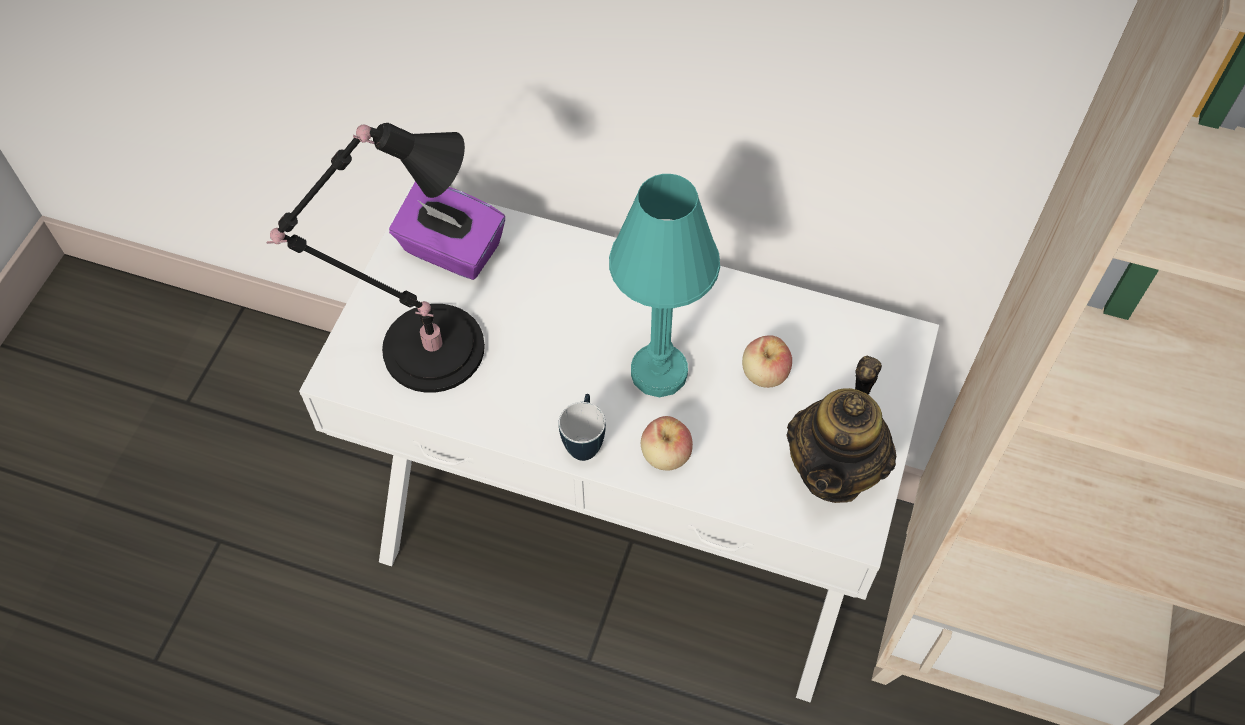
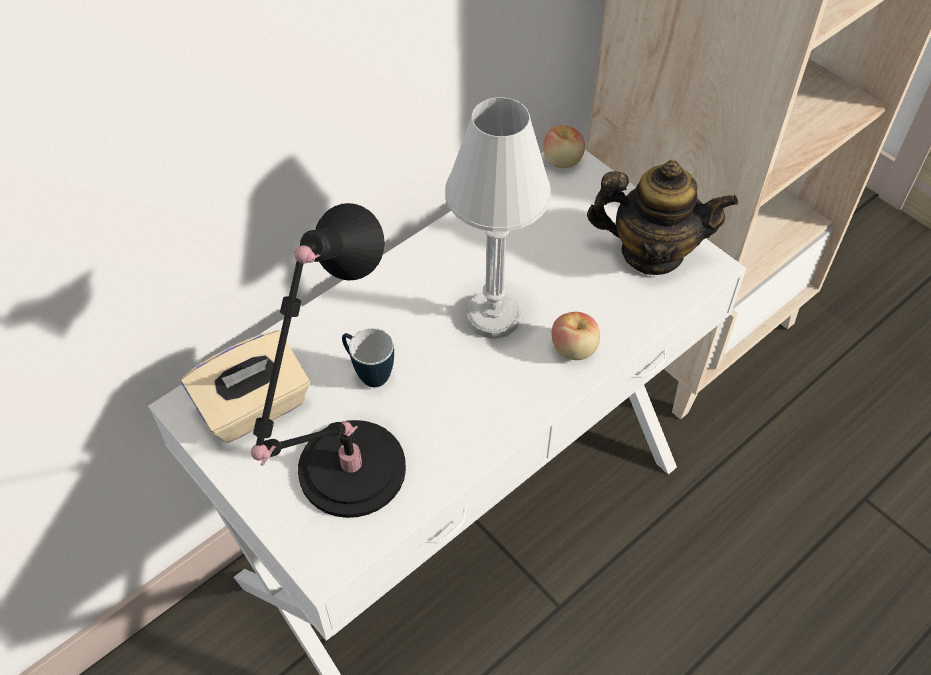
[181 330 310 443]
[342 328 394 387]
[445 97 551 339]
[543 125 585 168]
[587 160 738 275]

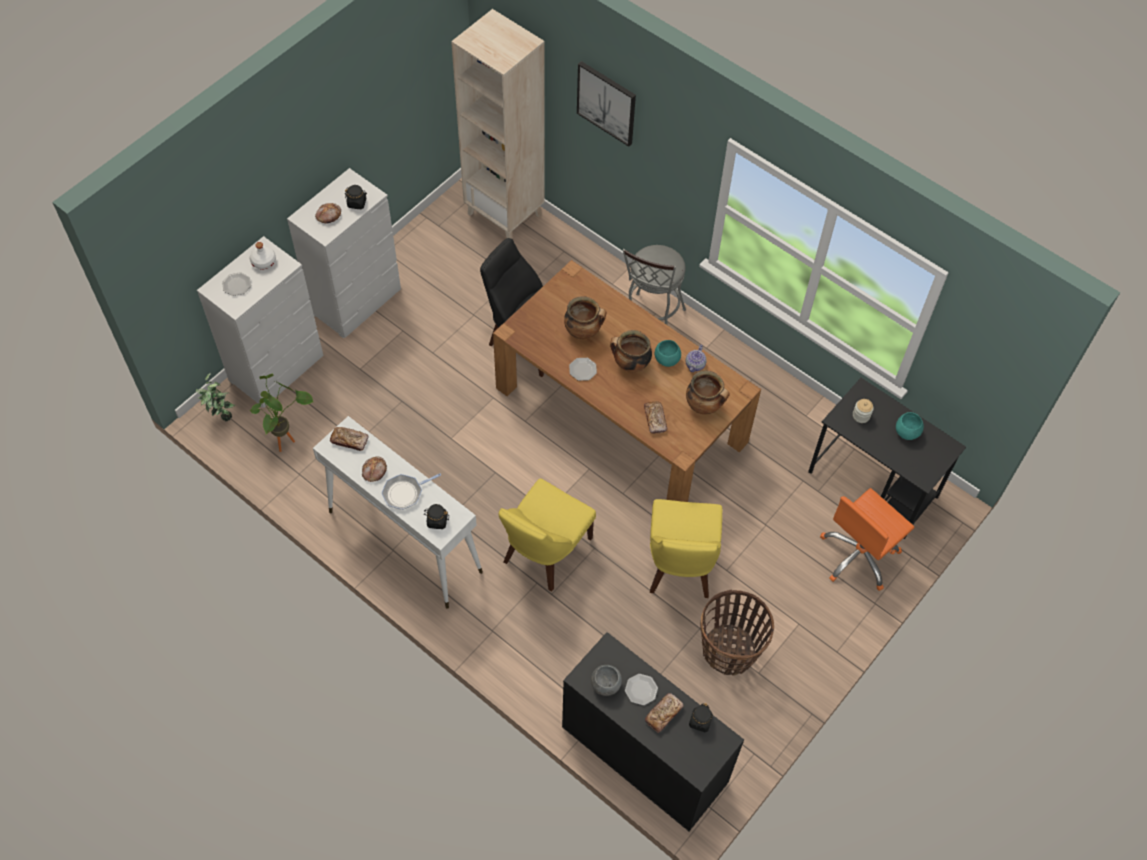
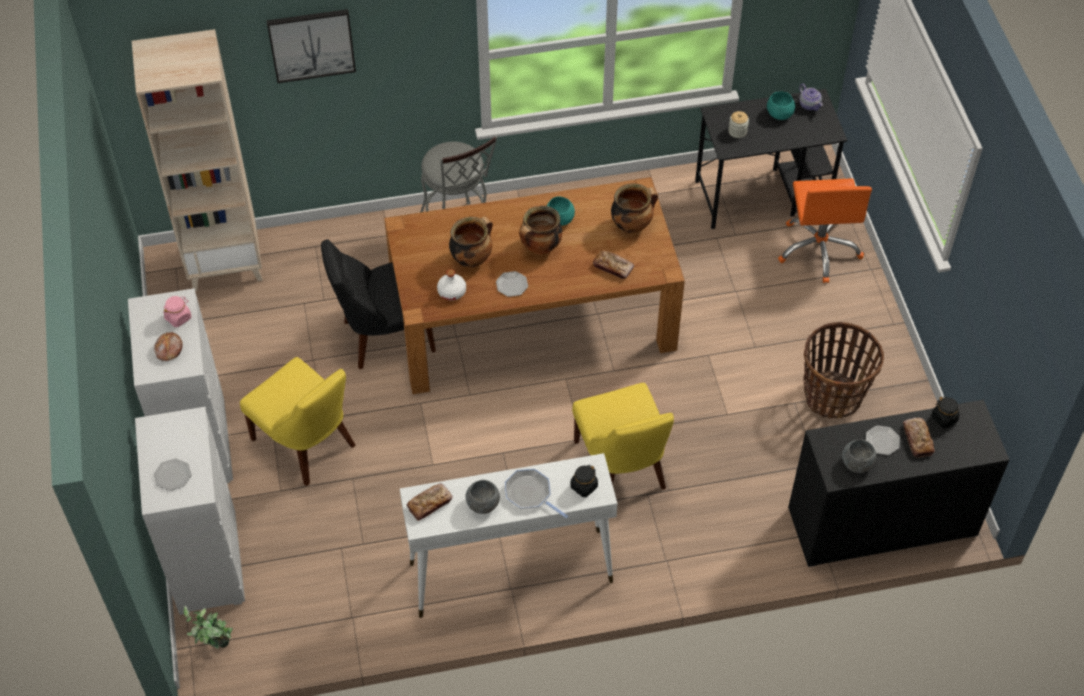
[437 269 466 301]
[250 374 313 452] (first image)
[163 296 191 327]
[465 480 500 514]
[505 469 568 518]
[240 357 356 486]
[799 84 823 111]

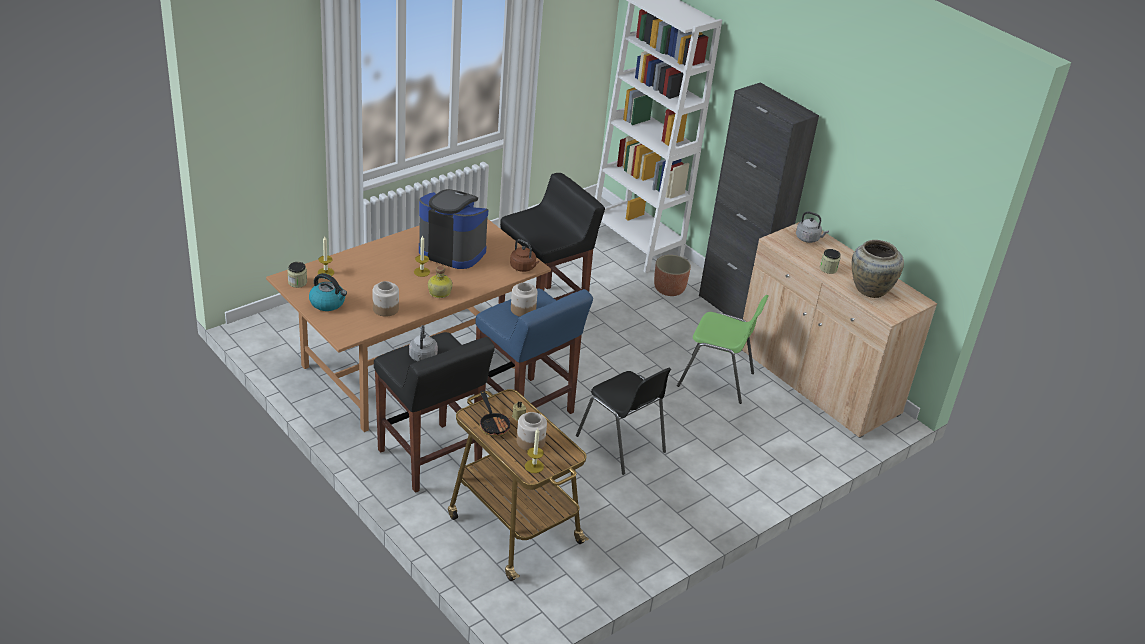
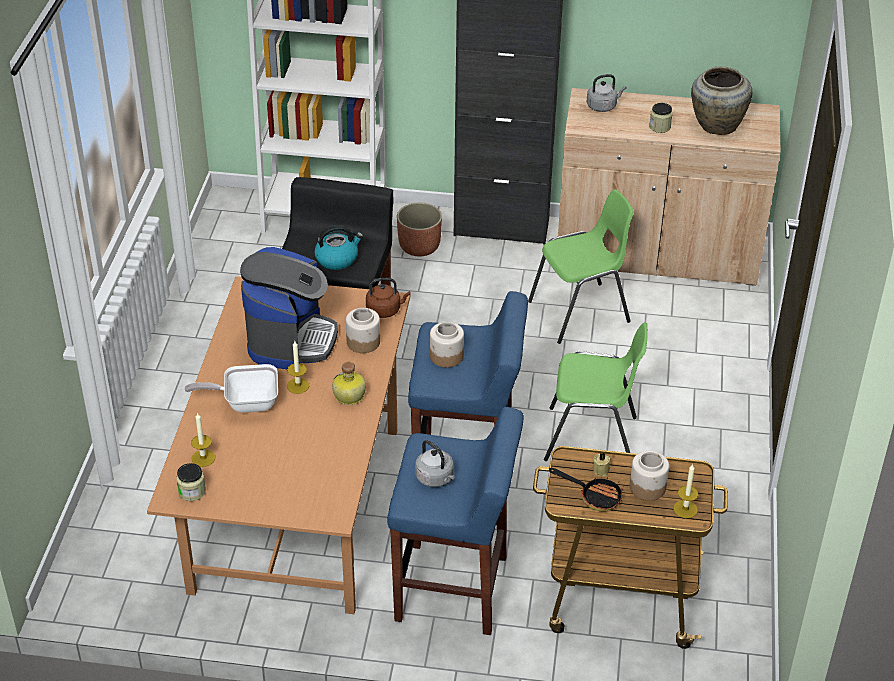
[314 225 363 270]
[346 308 380 353]
[387 407 524 635]
[240 247 338 369]
[544 322 648 461]
[185 364 278 413]

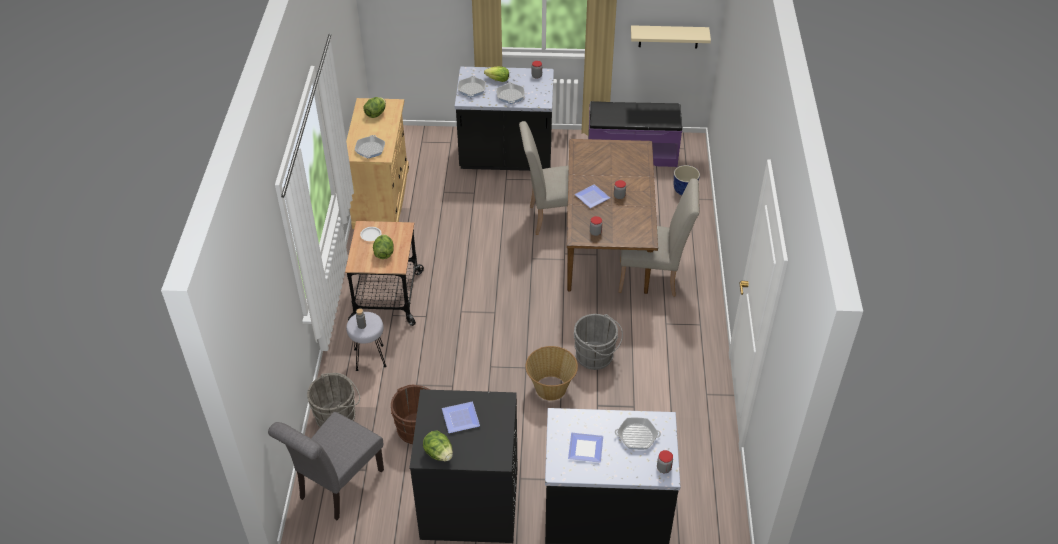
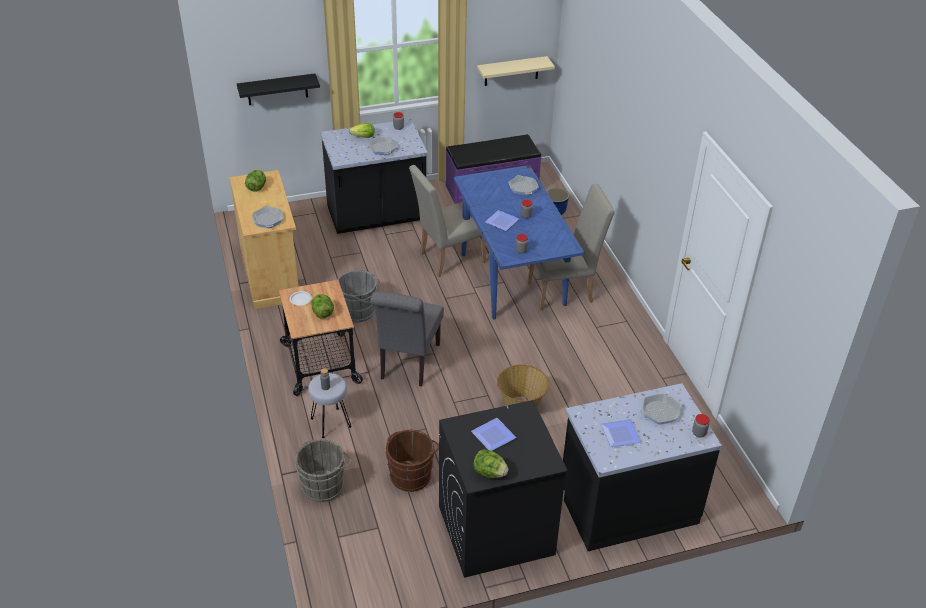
[370 291 444 386]
[508 175 539 196]
[454 165 585 319]
[337 269 381 323]
[237 73 320 105]

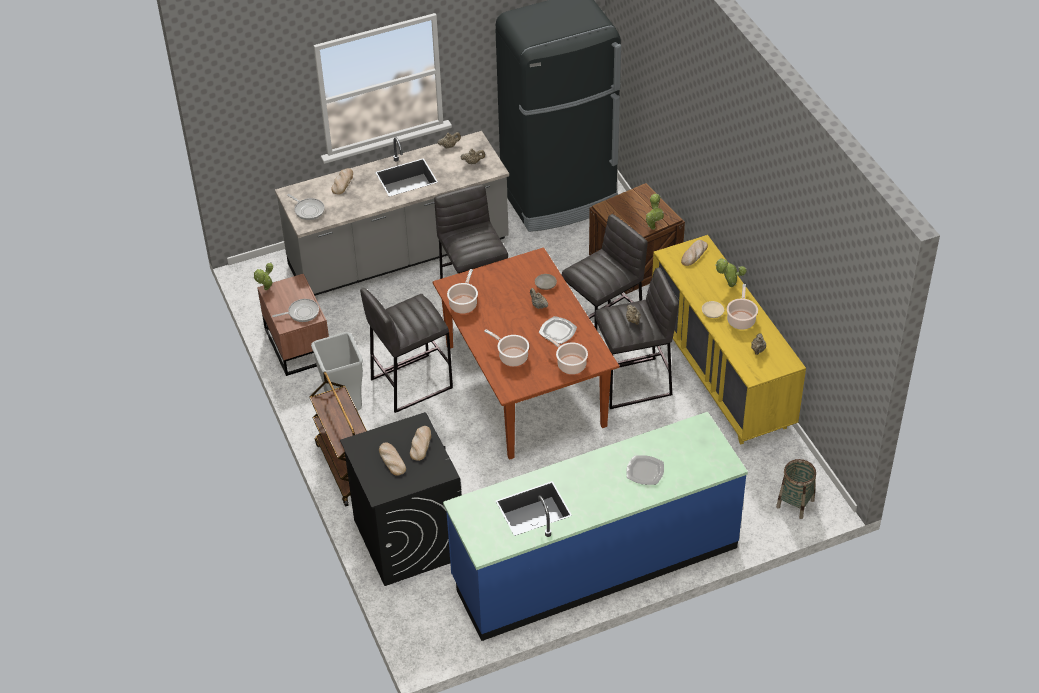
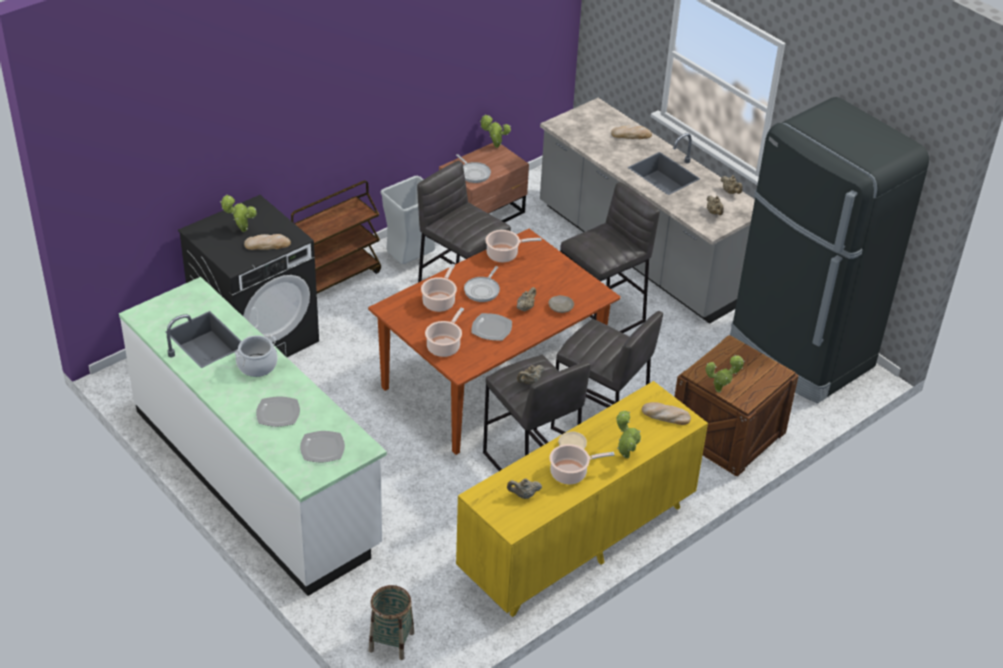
[464 266 500 302]
[220 195 257 232]
[119 277 387 596]
[235 335 278 377]
[300 431 345 463]

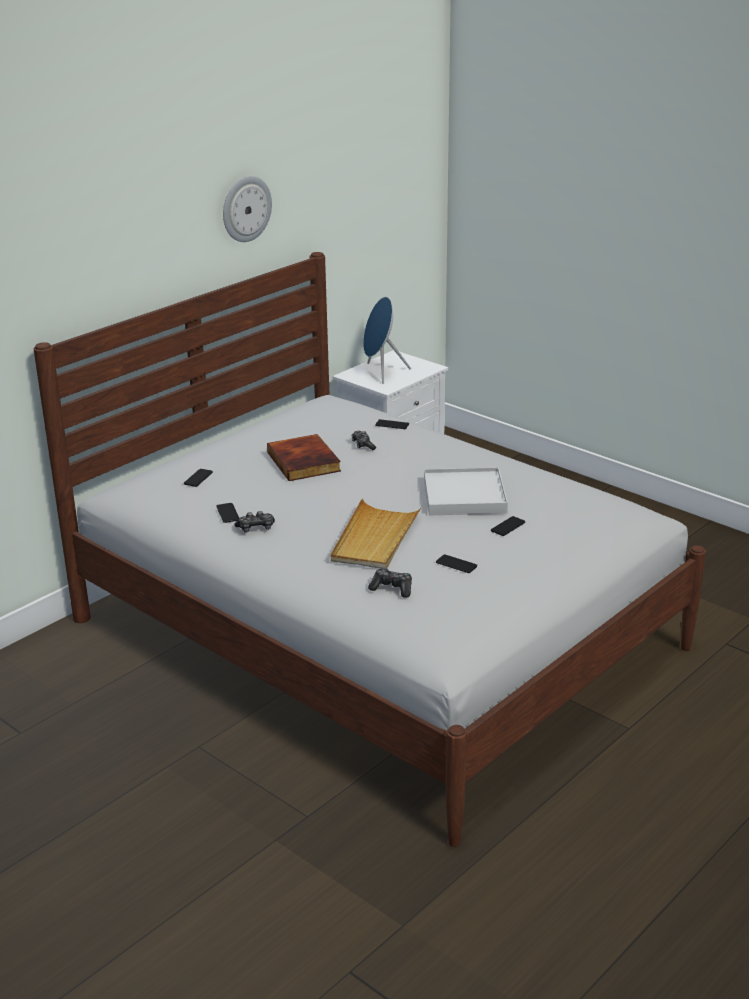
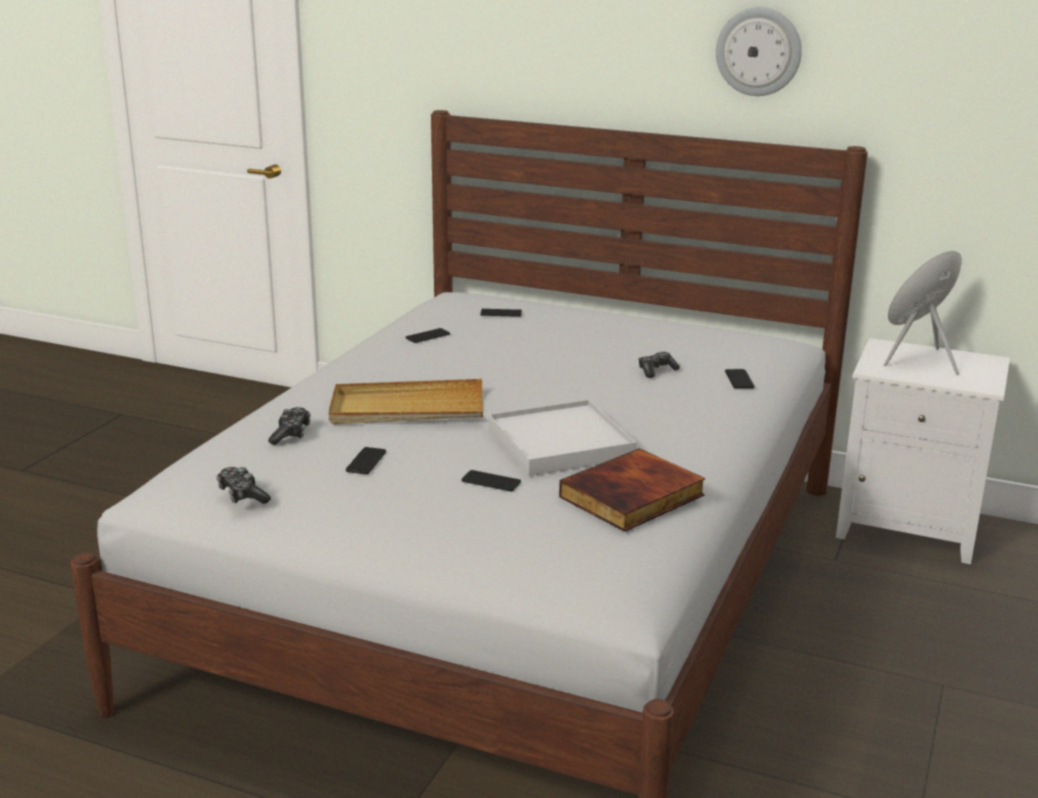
[216 467 271 504]
[559 448 705 532]

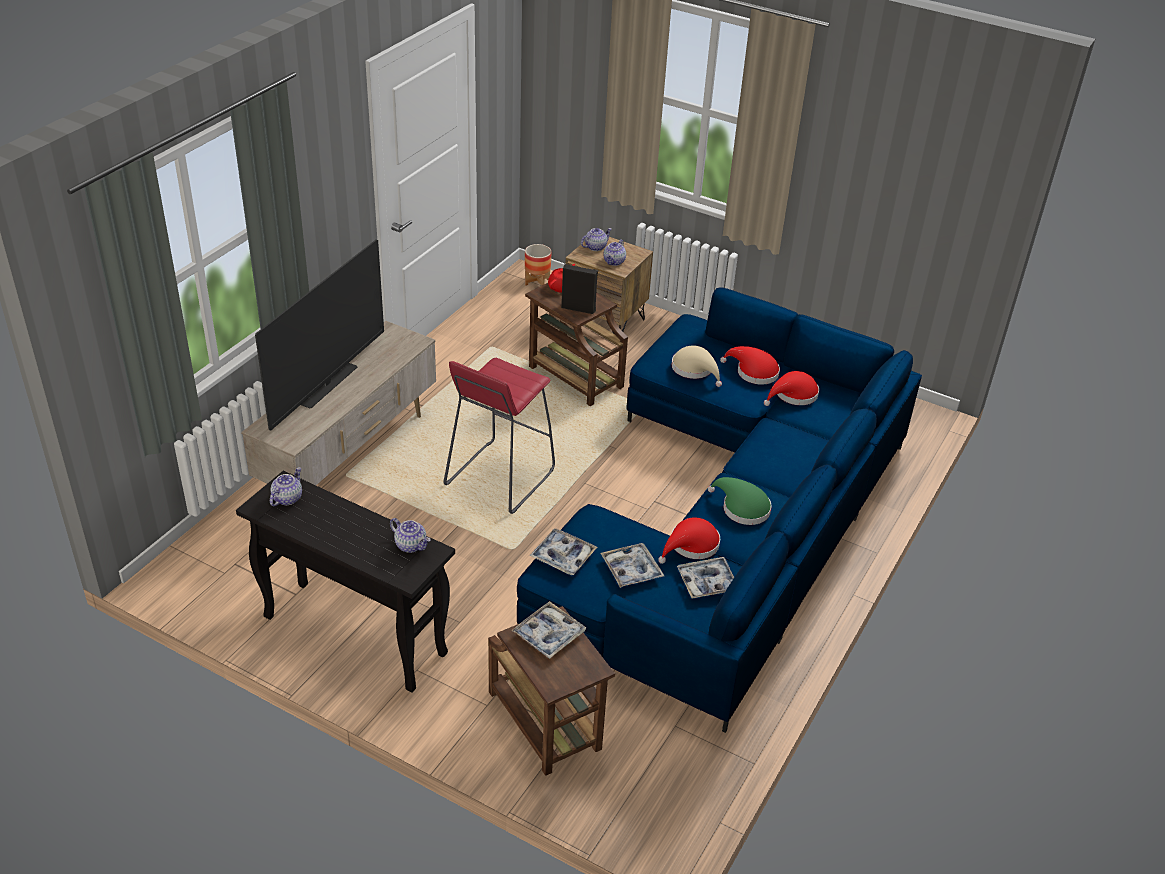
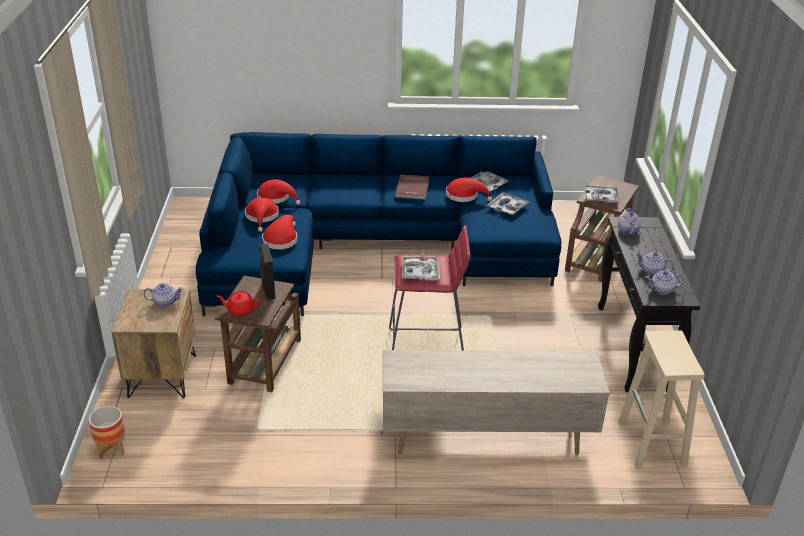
[255 239 384 431] (first image)
[402 256 440 279]
[635 252 674 276]
[262 215 297 249]
[395 174 429 200]
[618 330 705 469]

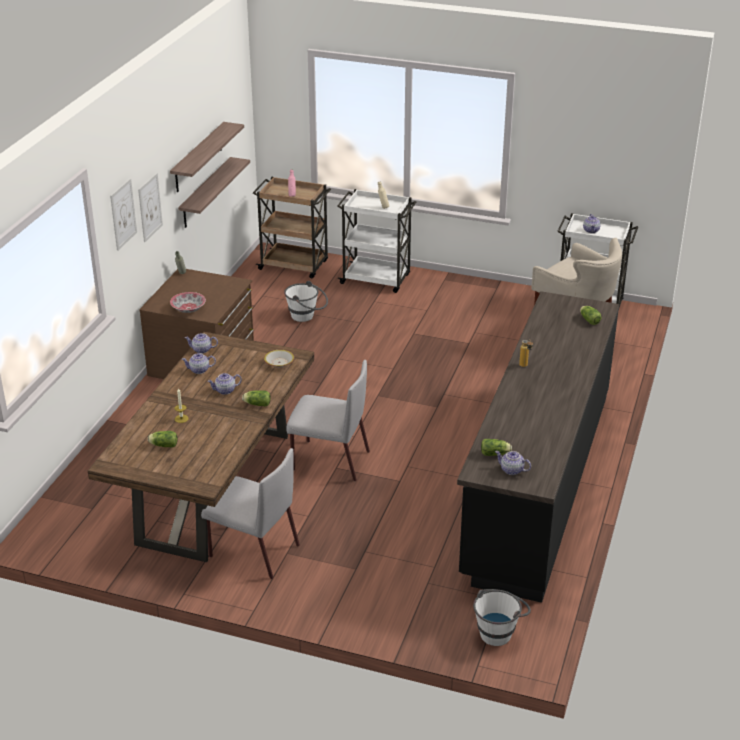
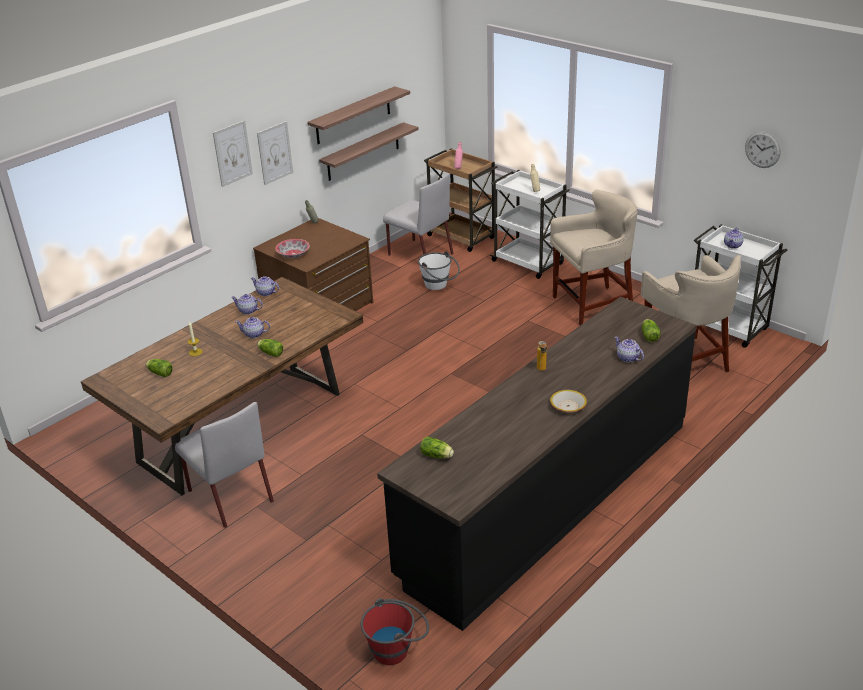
[550 390 587 413]
[383 173 454 256]
[361 598 429 665]
[615 337 644 362]
[550 190 638 325]
[745 131 781 168]

